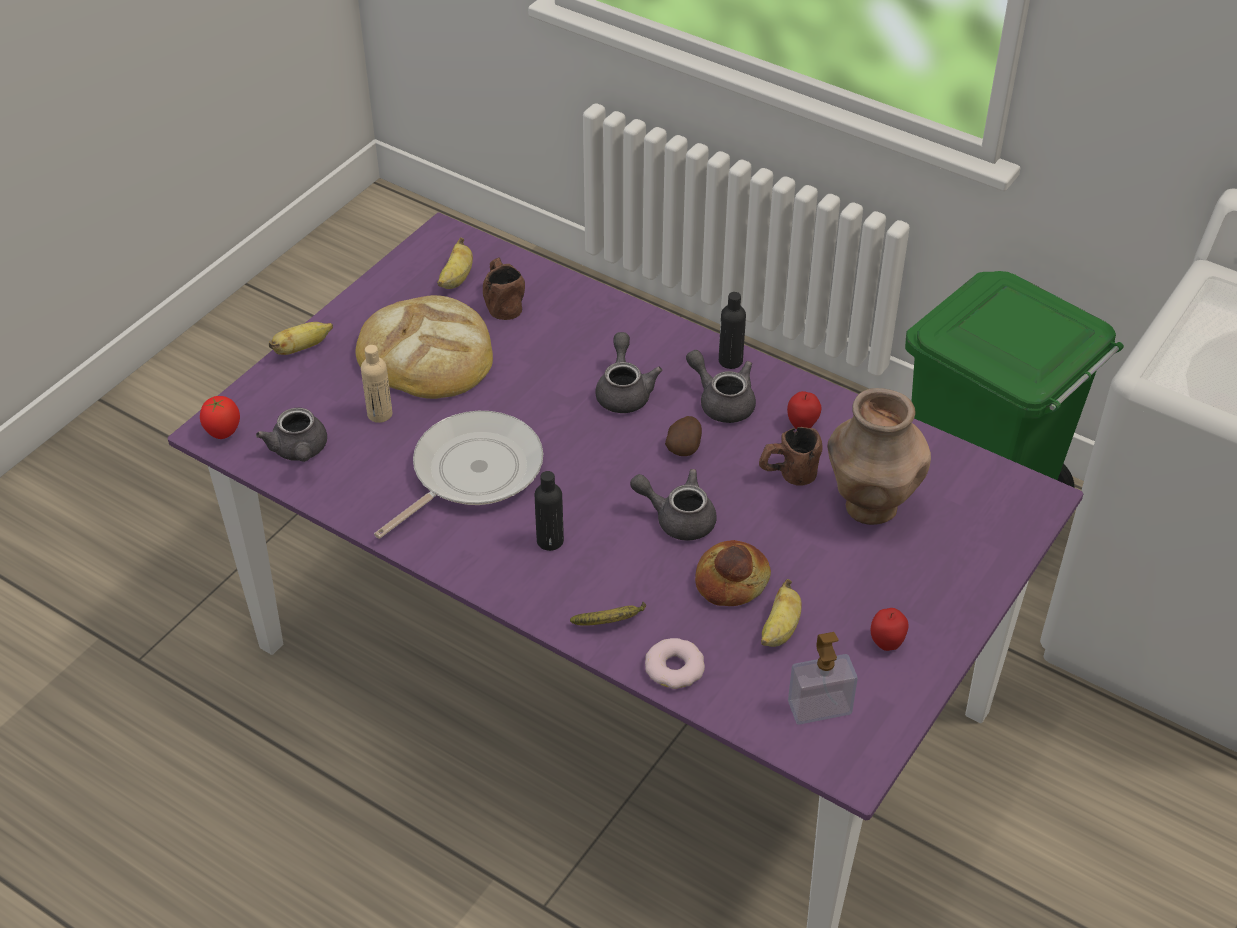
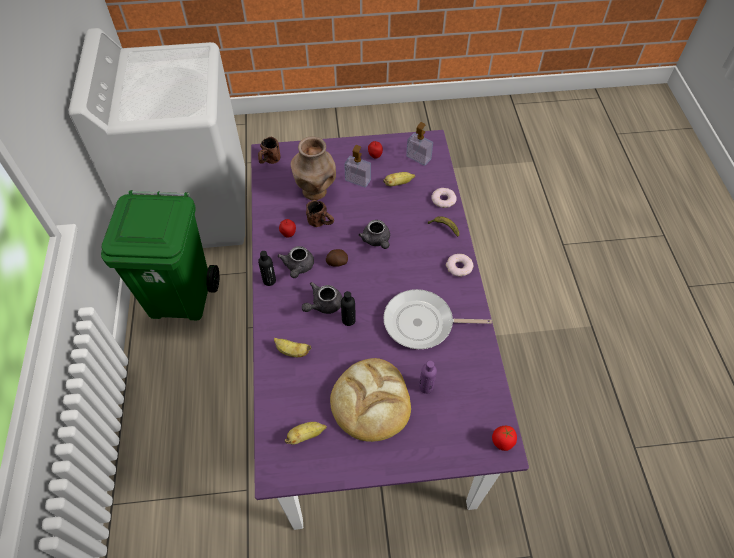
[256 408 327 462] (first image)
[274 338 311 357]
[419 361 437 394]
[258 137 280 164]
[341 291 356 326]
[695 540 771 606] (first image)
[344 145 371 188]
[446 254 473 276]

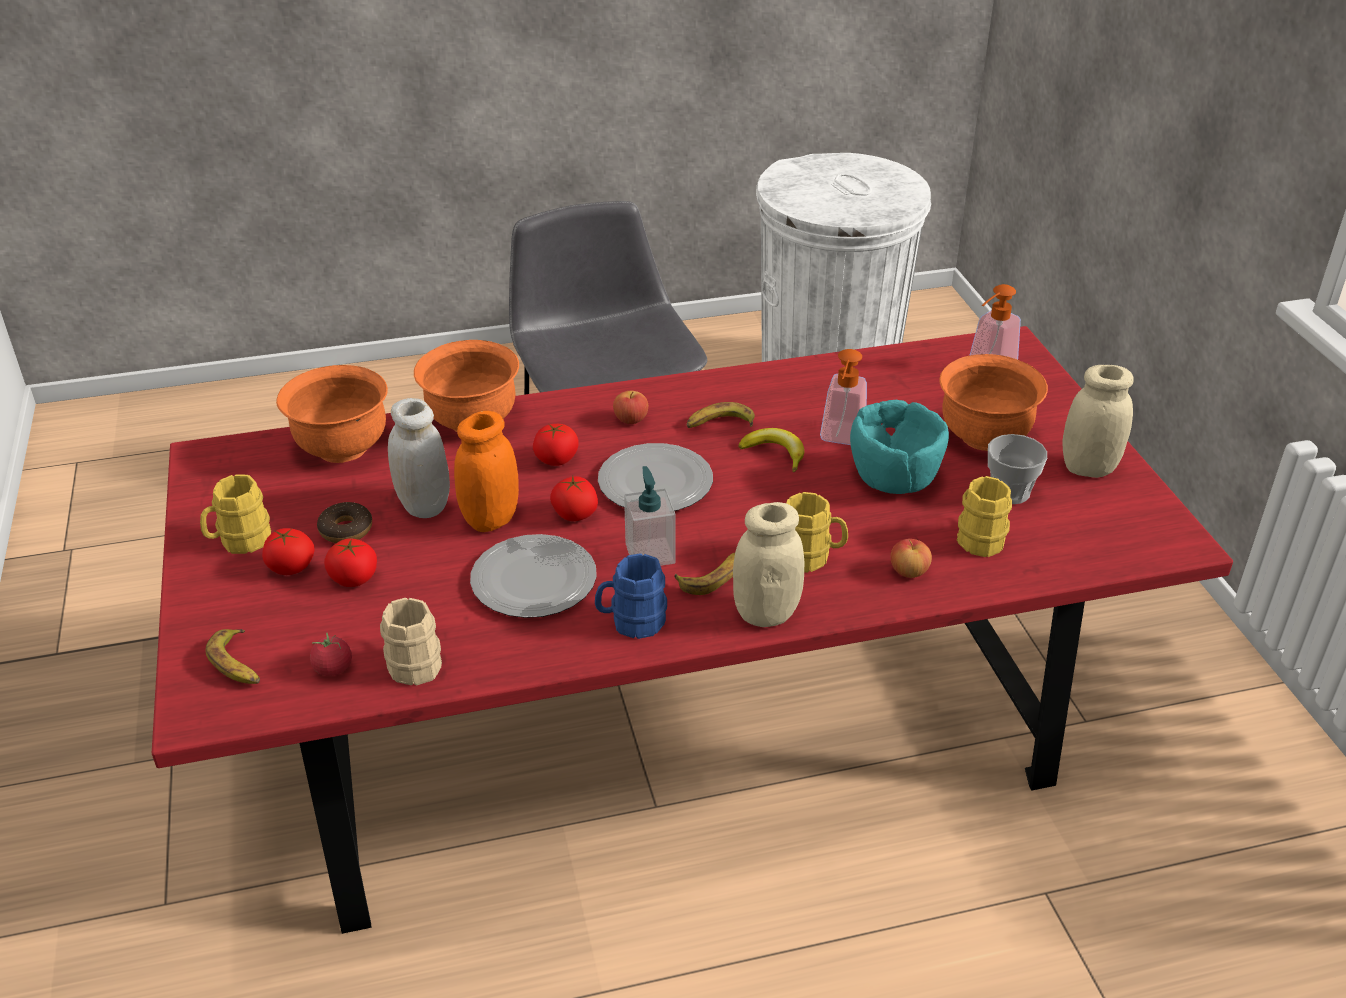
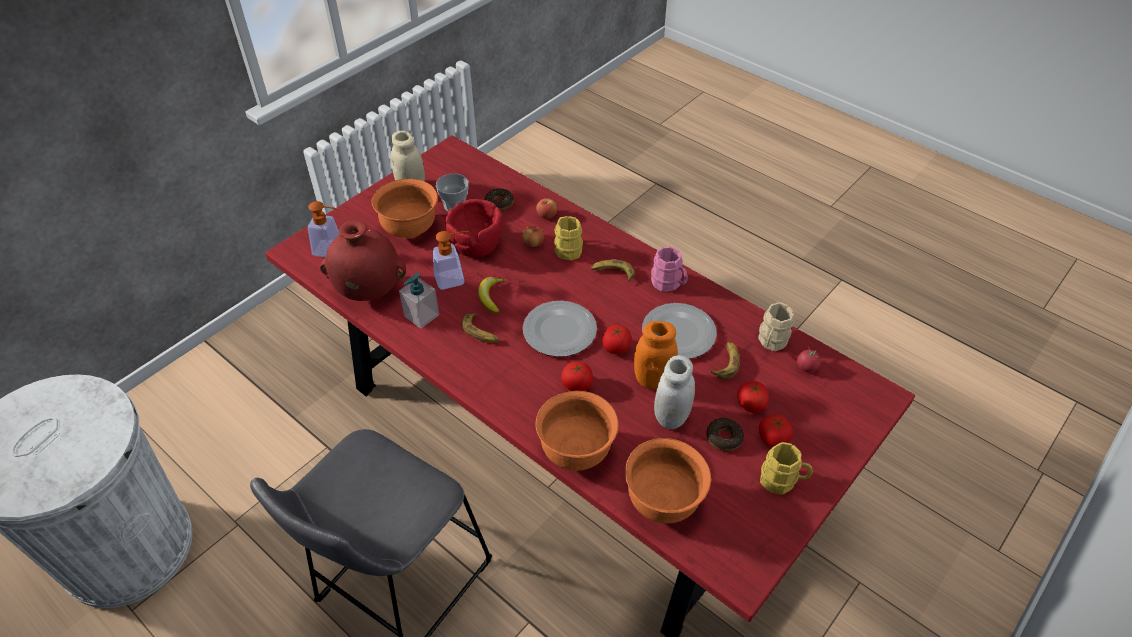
[710 342 740 380]
[651 247 688 292]
[522 226 544 247]
[399 273 439 329]
[733 502 804 627] (first image)
[445 199 503 258]
[485 188 514 211]
[320 220 406 301]

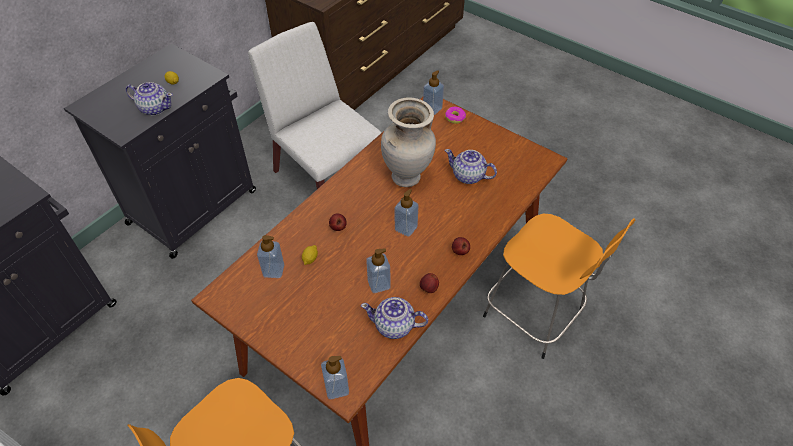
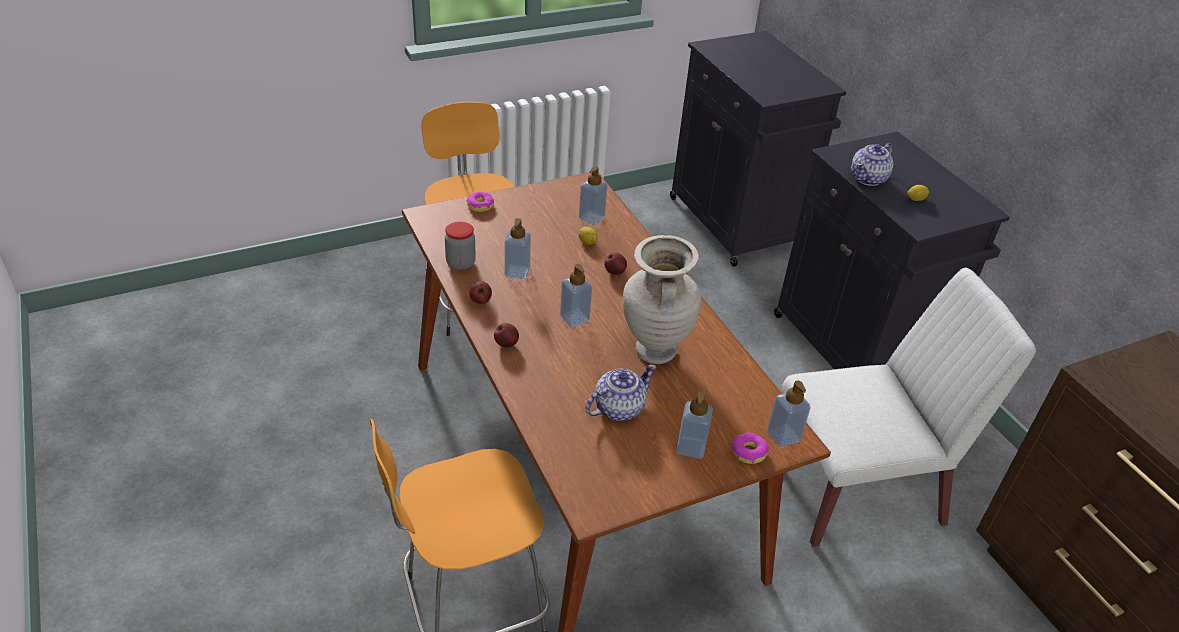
[676 391 713 459]
[445 222 476 270]
[466 191 494 212]

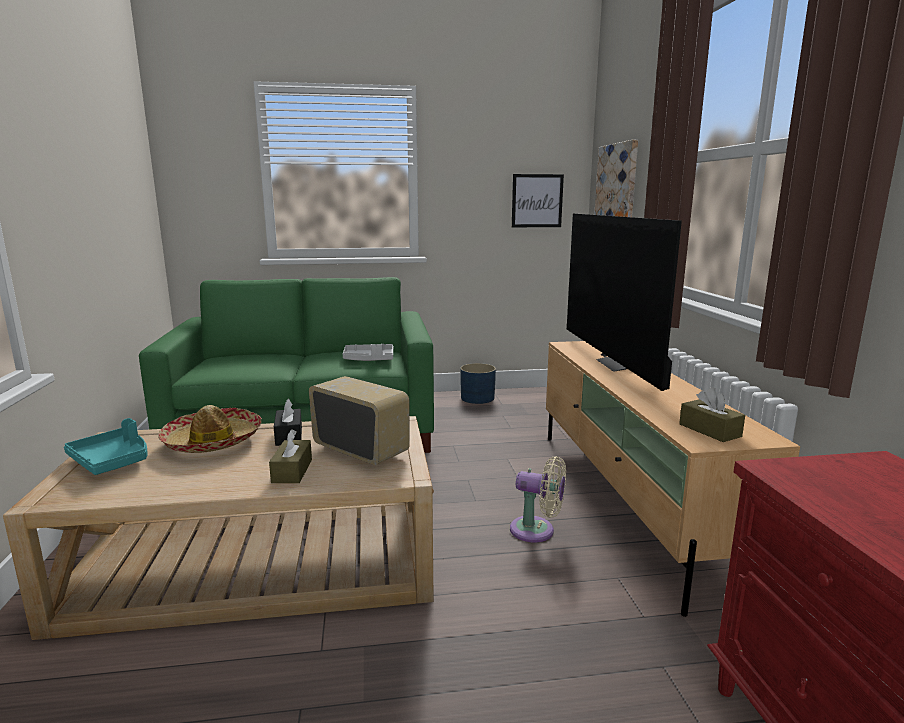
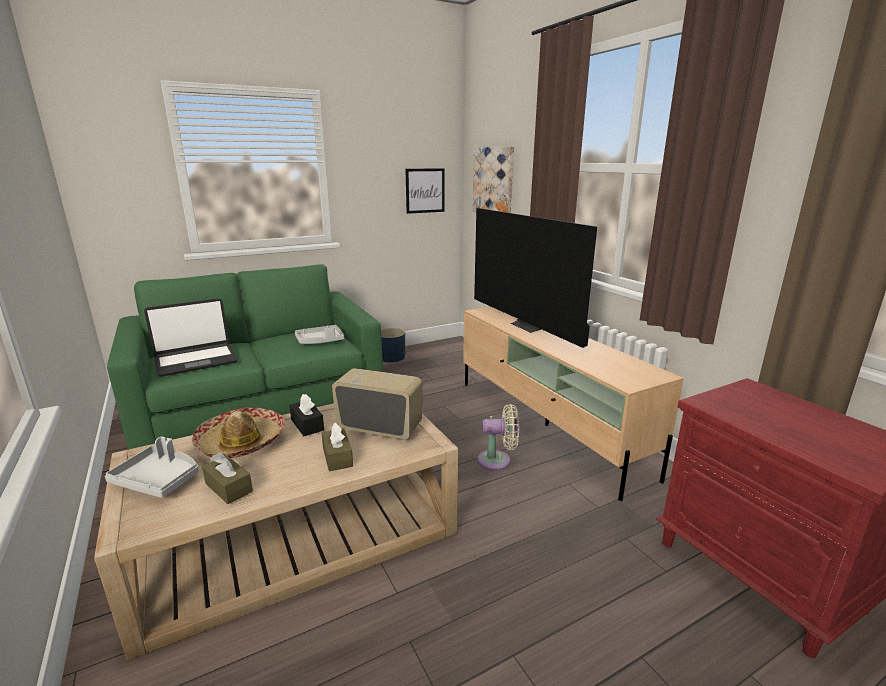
[105 436 199 498]
[202 452 253 504]
[144 298 238 377]

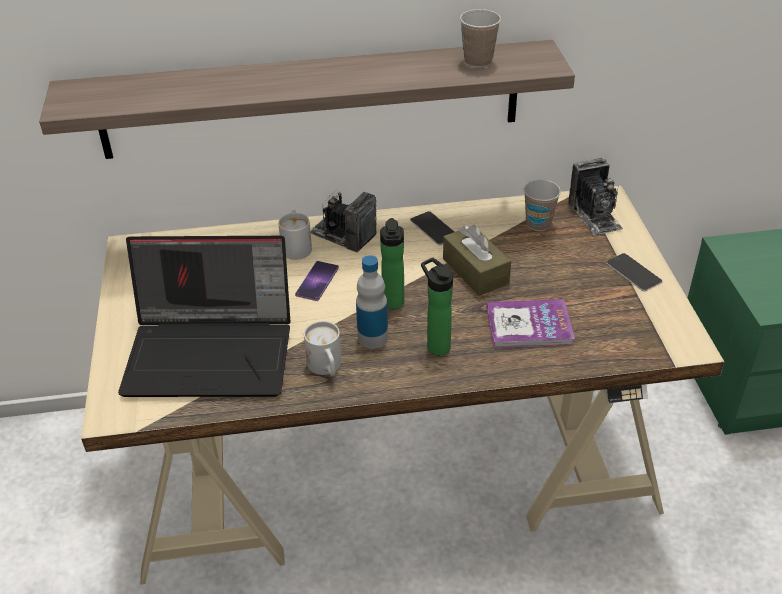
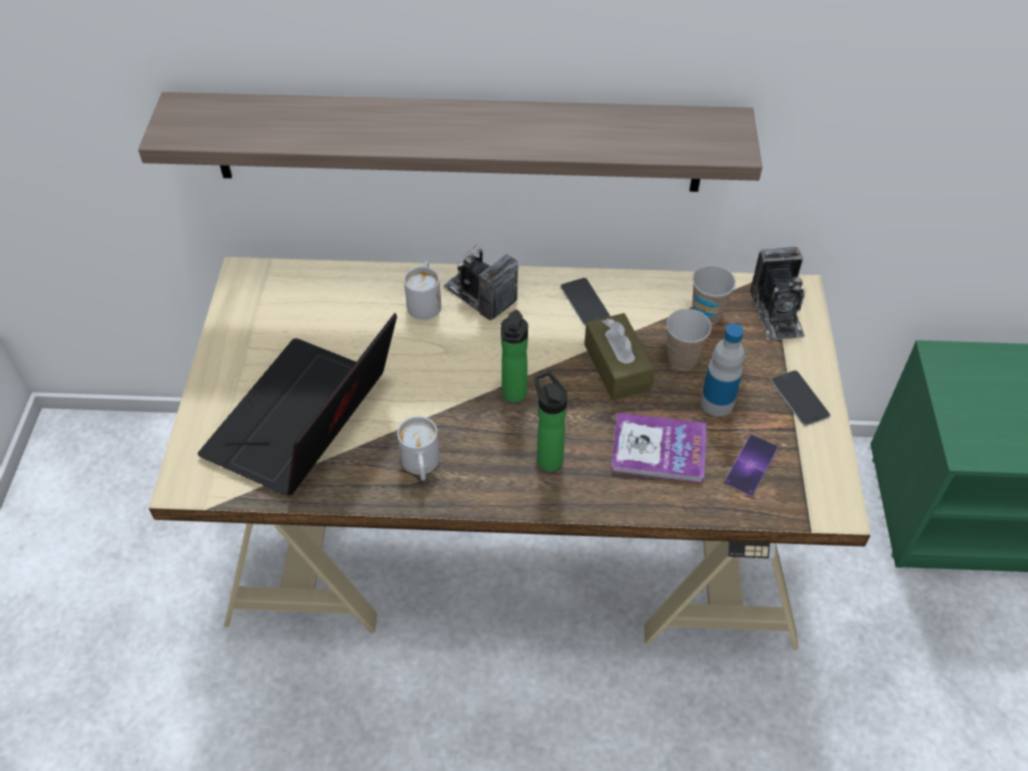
[198 313 397 495]
[724 435 778 497]
[701 324 745 416]
[666 309 712 370]

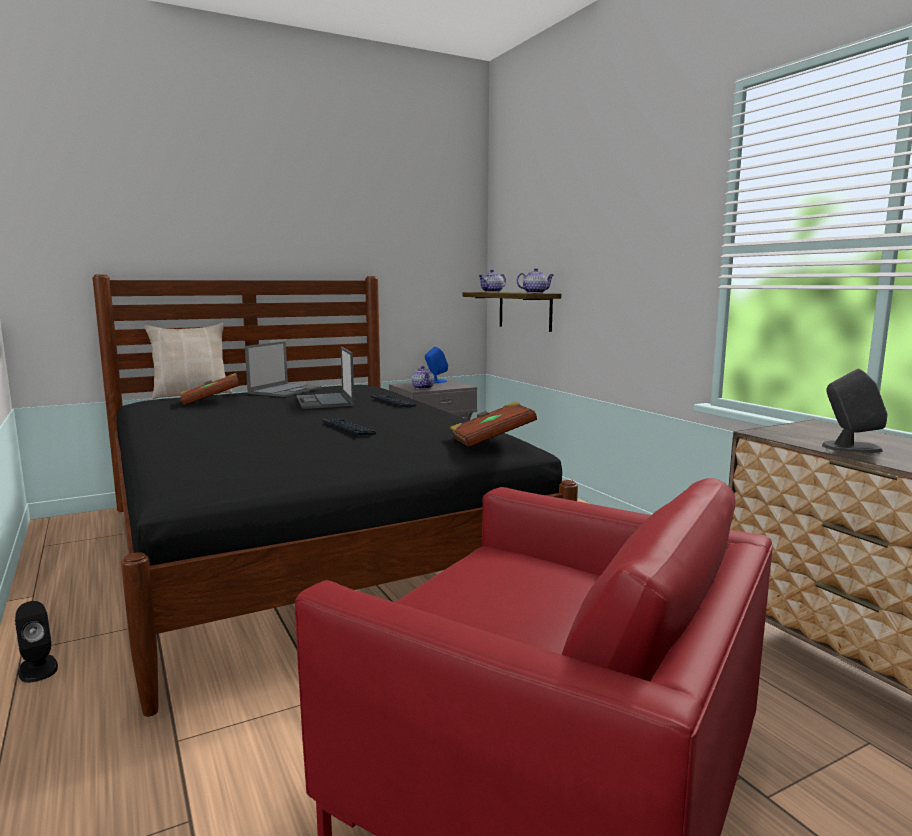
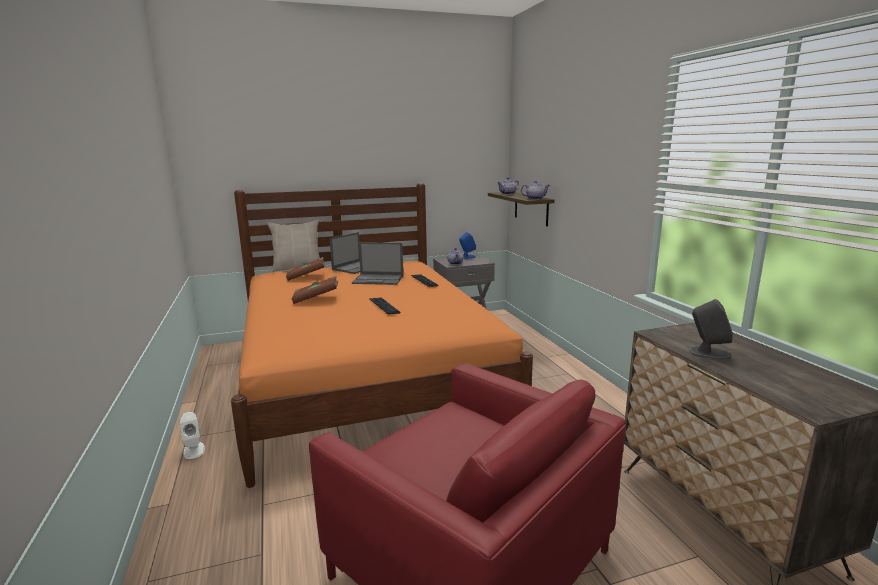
[180 412 205 459]
[231 183 533 488]
[352 242 403 285]
[292 276 338 304]

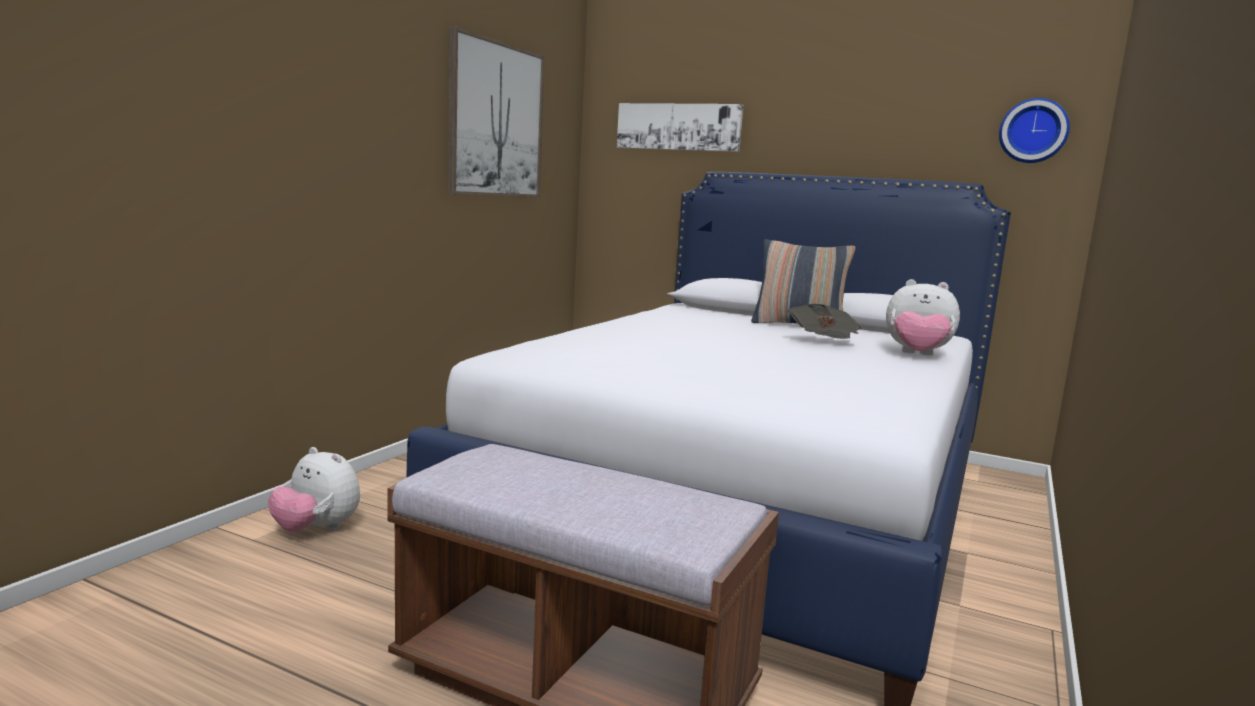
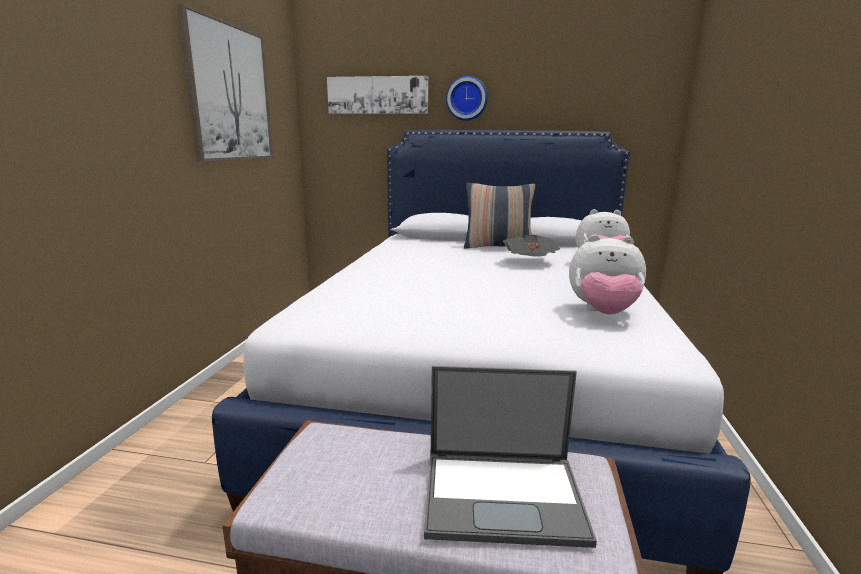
[569 235 646 315]
[446 76 488 121]
[424 366 597 548]

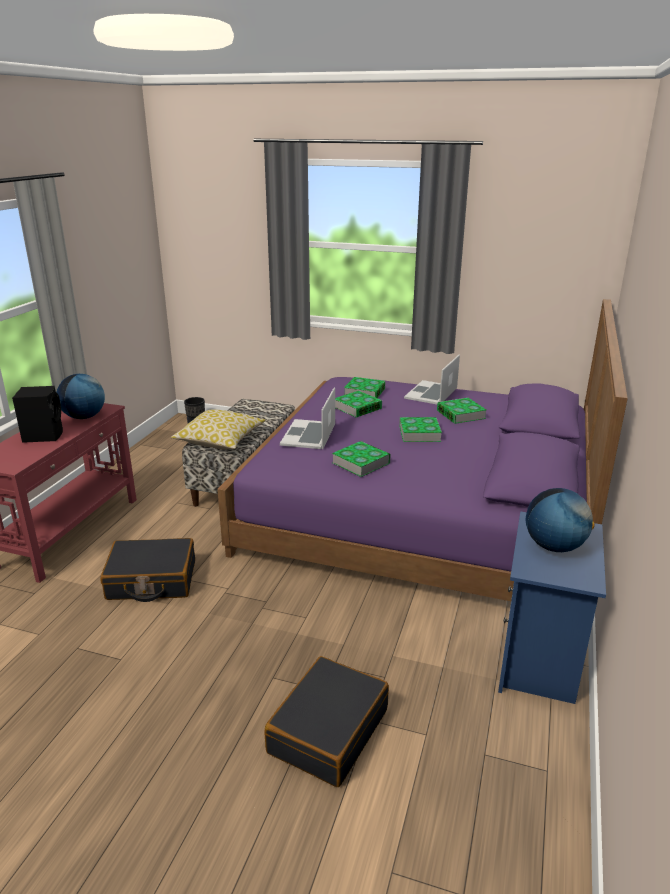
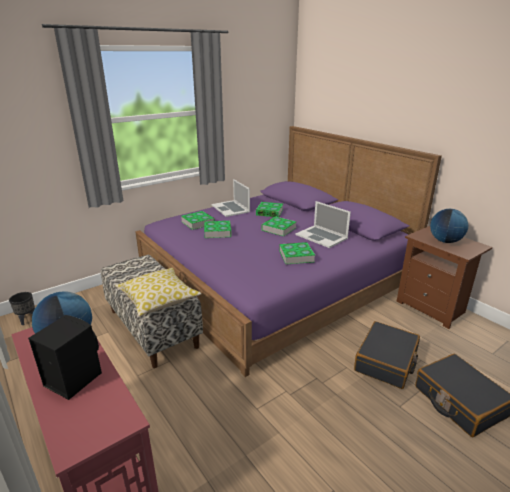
[354 321 420 389]
[296 201 351 248]
[396 226 493 329]

